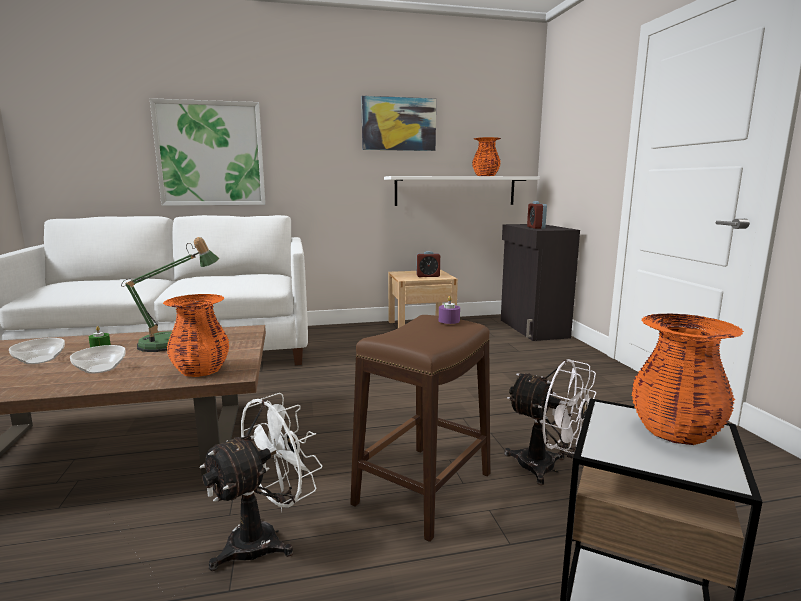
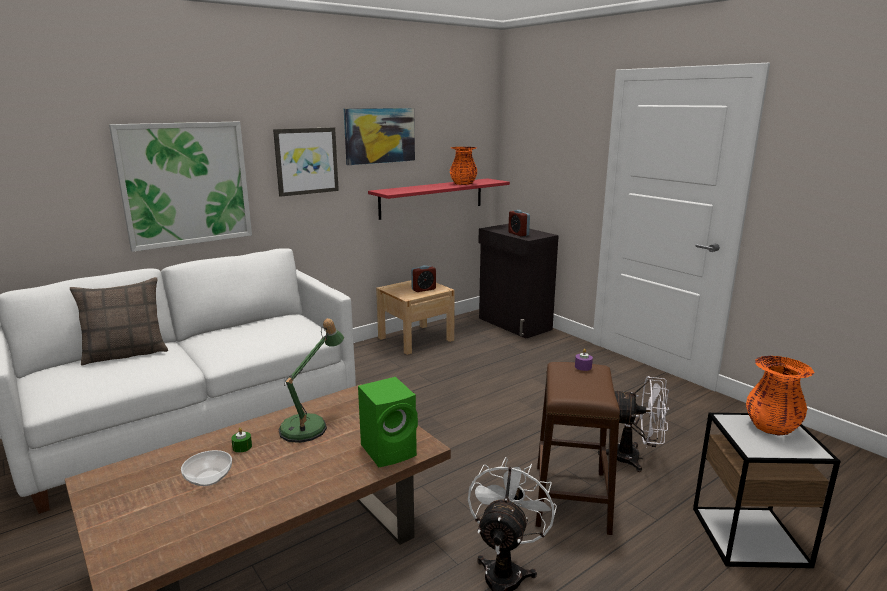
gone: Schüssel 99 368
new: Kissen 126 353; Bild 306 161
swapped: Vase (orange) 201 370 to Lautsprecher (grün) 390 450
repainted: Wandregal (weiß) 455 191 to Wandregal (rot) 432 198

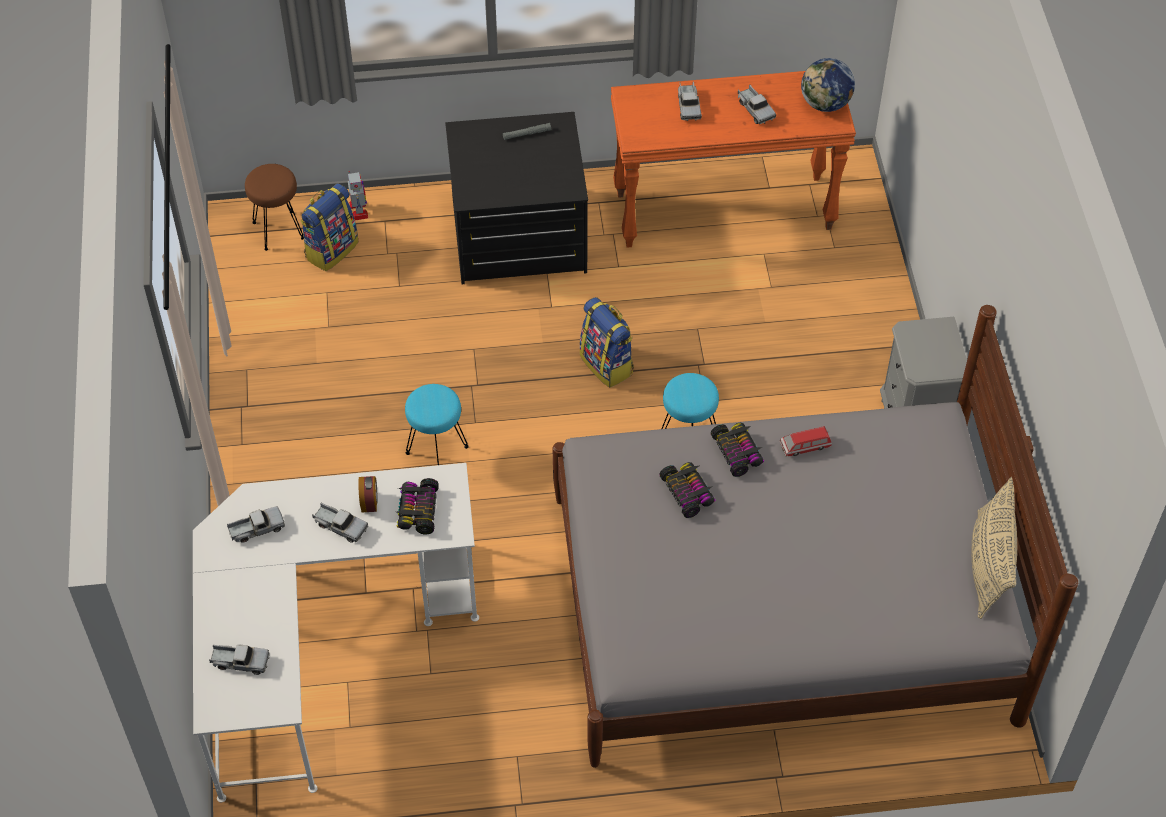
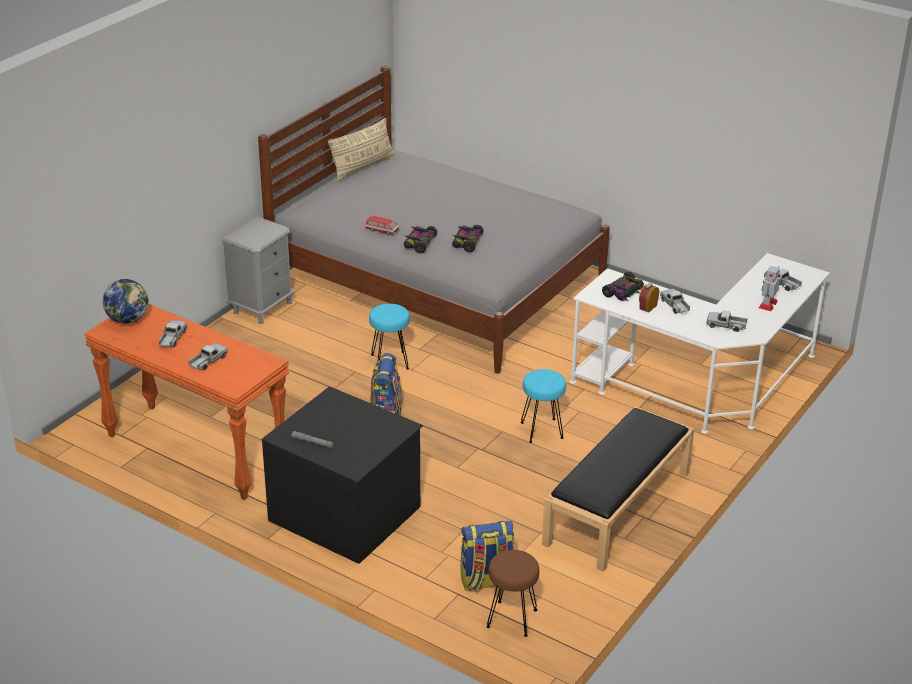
new: Bank (schwarz) 617 508
shifted: Spielzeugroboter 359 210 to 768 304

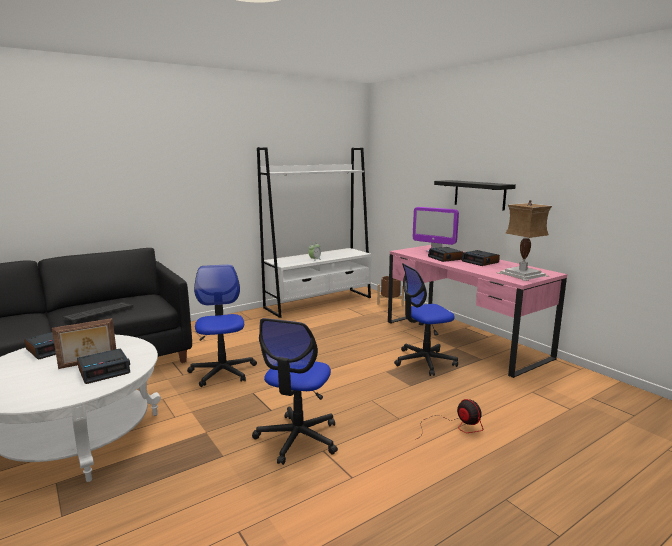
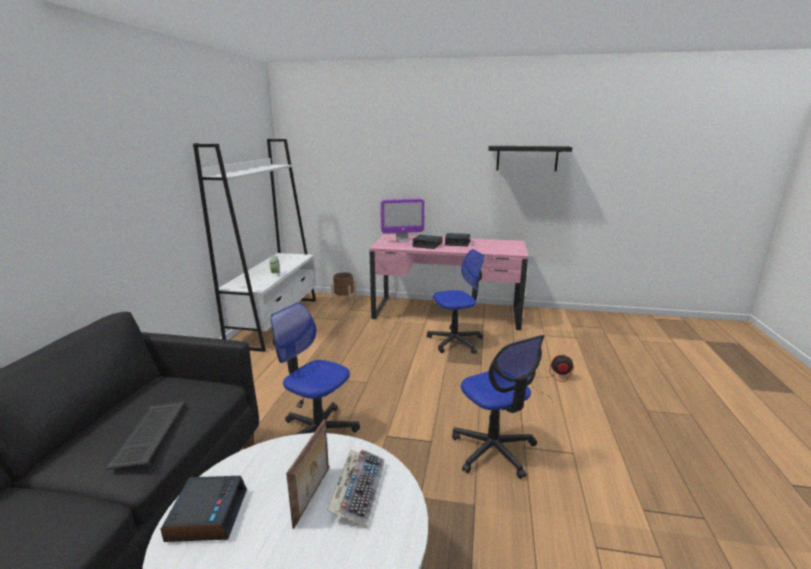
gone: Tischlampe 522 274
shifted: Wandregal (schwarz) 479 194 to 527 158
swapped: Wecker 104 371 to Tastatur 358 490
rotated: Bürostuhl 424 361 = 455 341 135 degrees counterclockwise

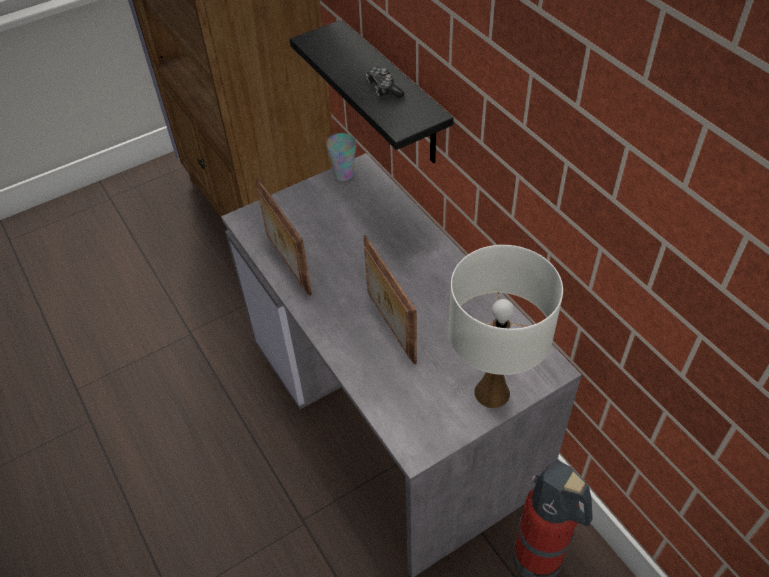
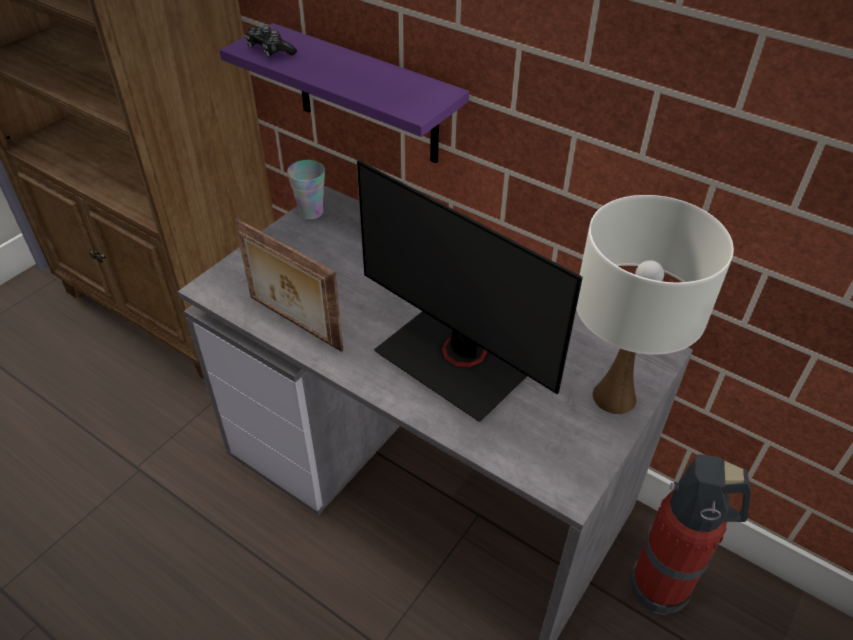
shifted: Gamepad 384 89 to 270 51
swapped: Bilderrahmen 389 327 to Monitor 457 359
repainted: Wandregal (schwarz) 394 95 to Wandregal (lila) 366 96

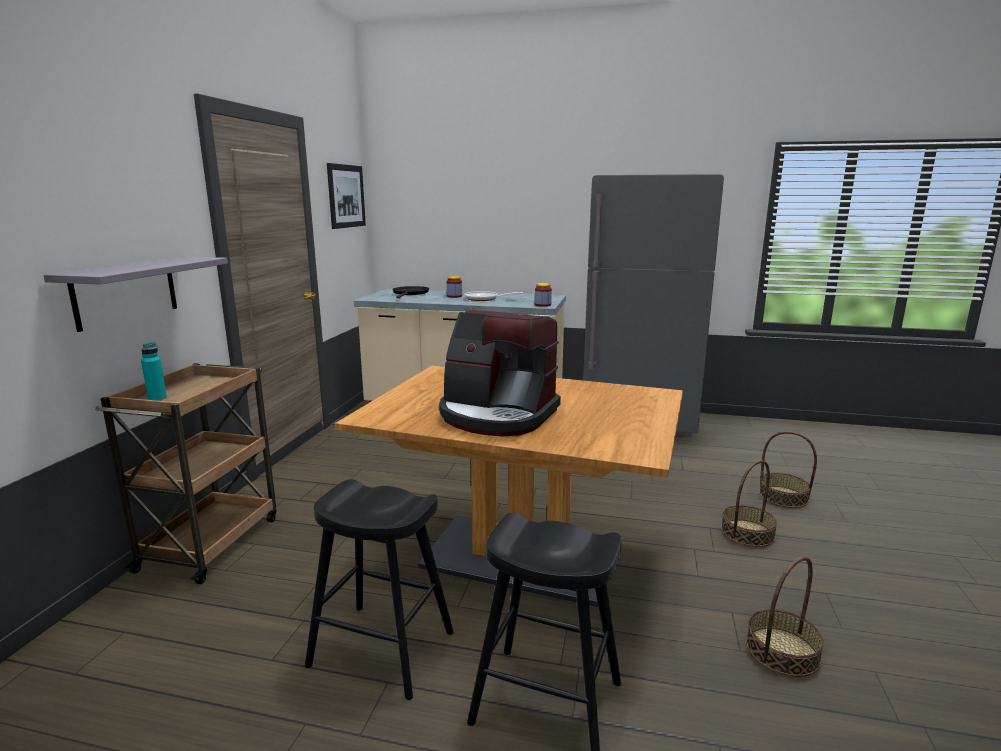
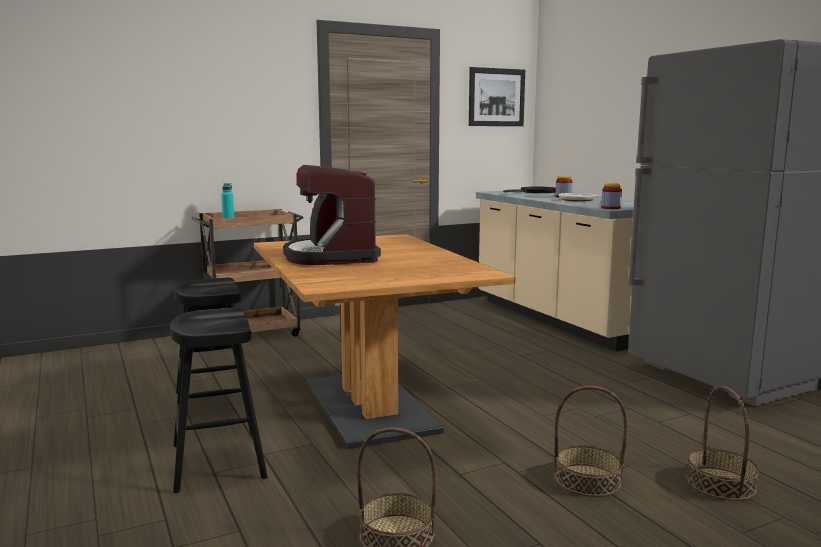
gone: Wandregal (grau) 126 292

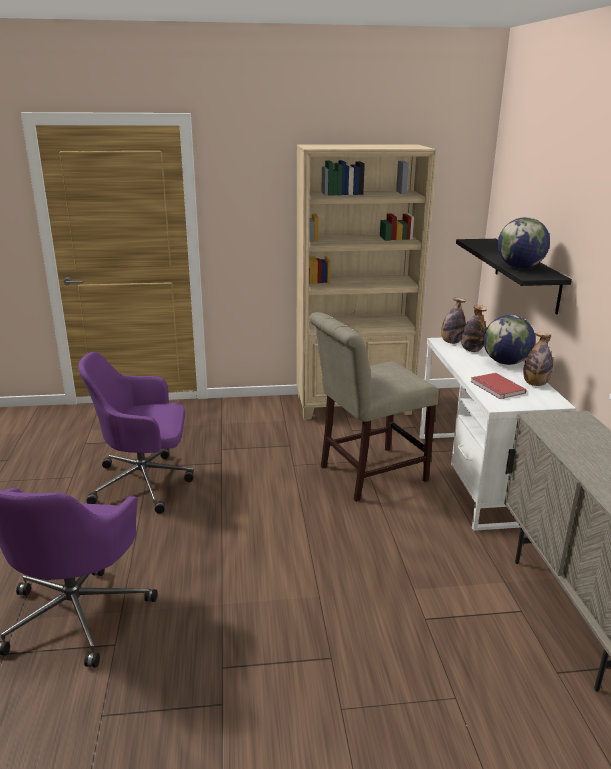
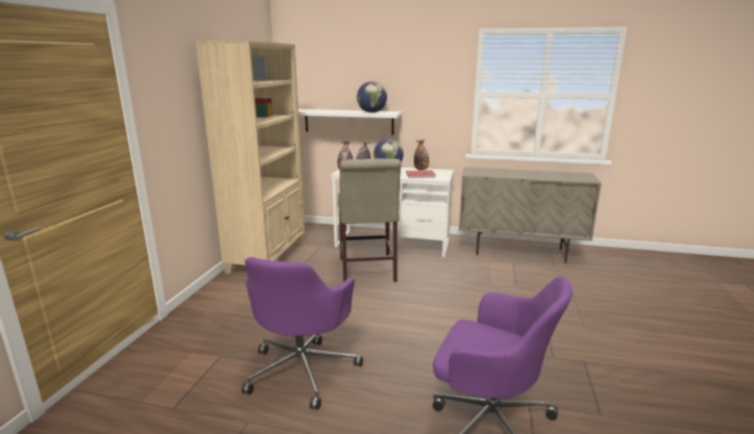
repainted: Wandregal (schwarz) 526 274 to Wandregal (weiß) 348 121

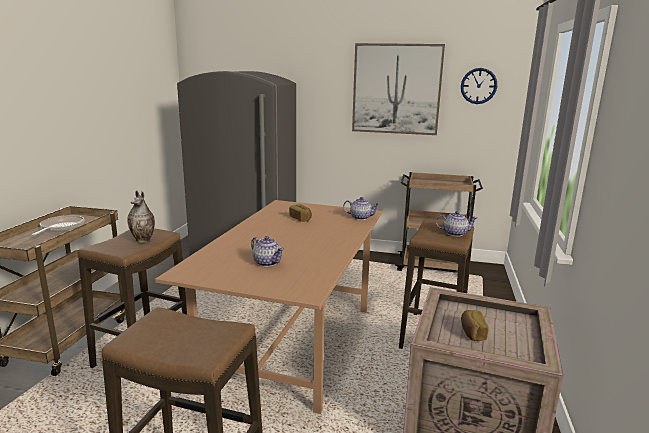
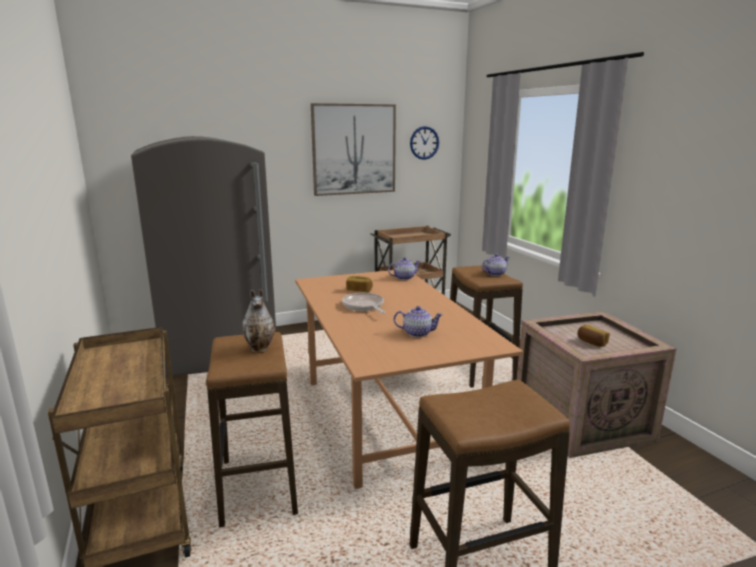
shifted: Pfanne 61 228 to 364 306

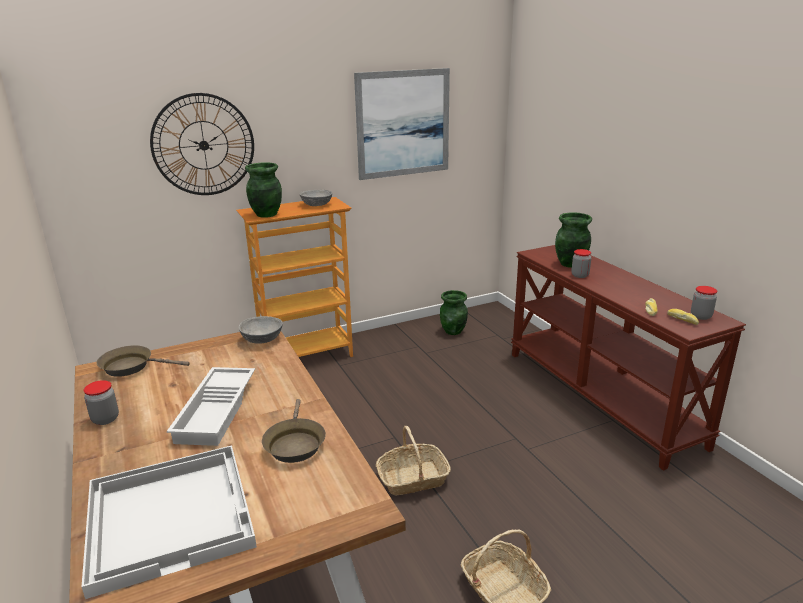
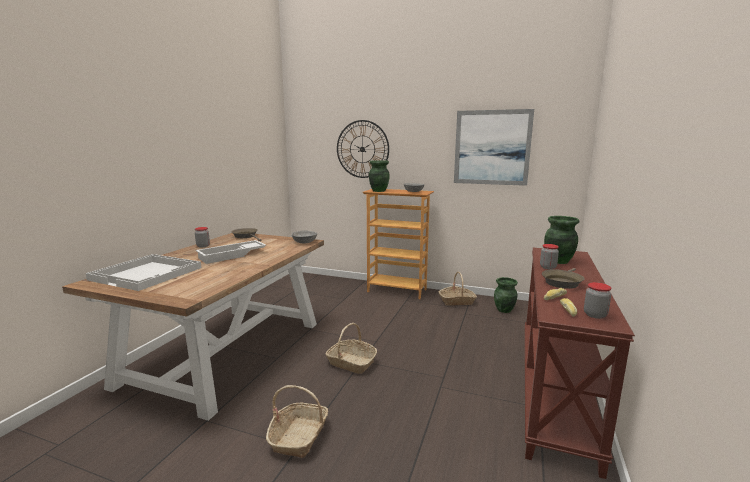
new: Korb 457 301
shifted: Pfanne (braun) 294 443 to 562 282

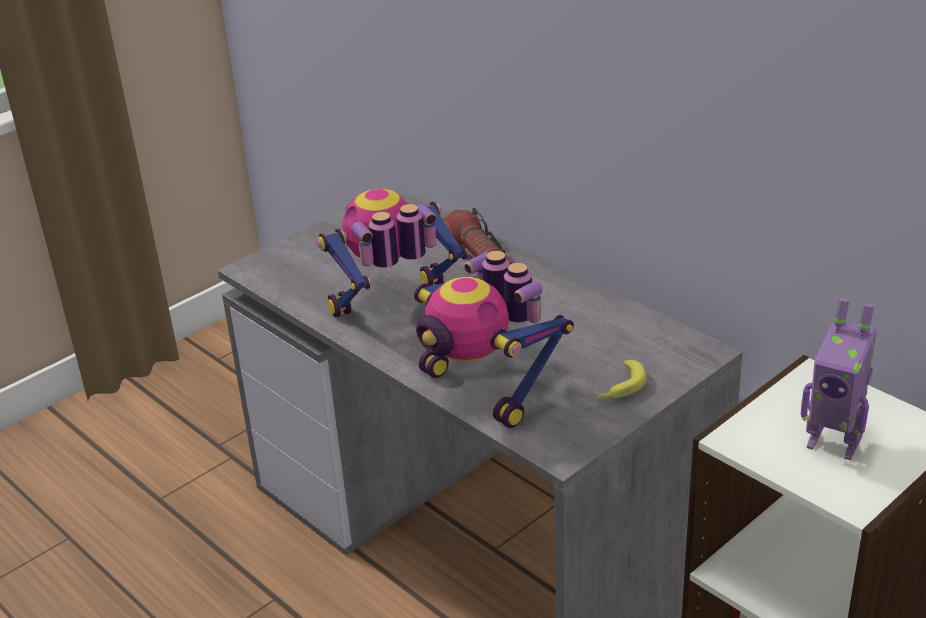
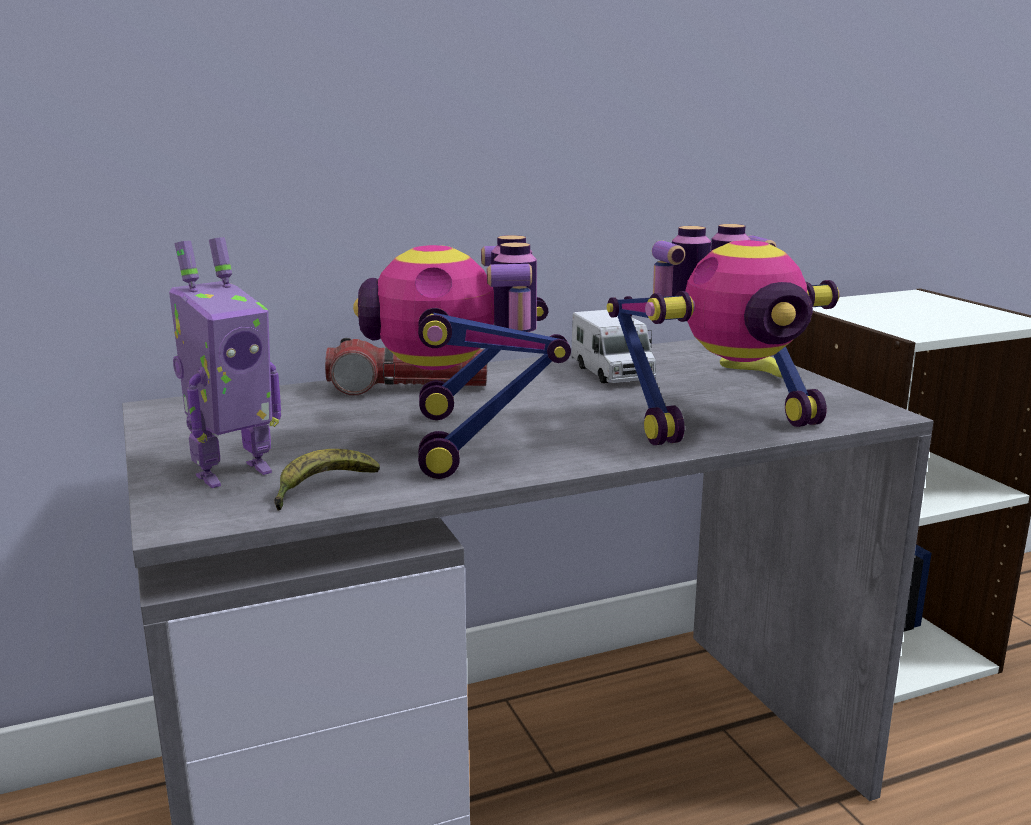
new: Banane 322 490; Spielzeuglaster 612 373
shifted: Spielzeugroboter 833 443 to 231 473

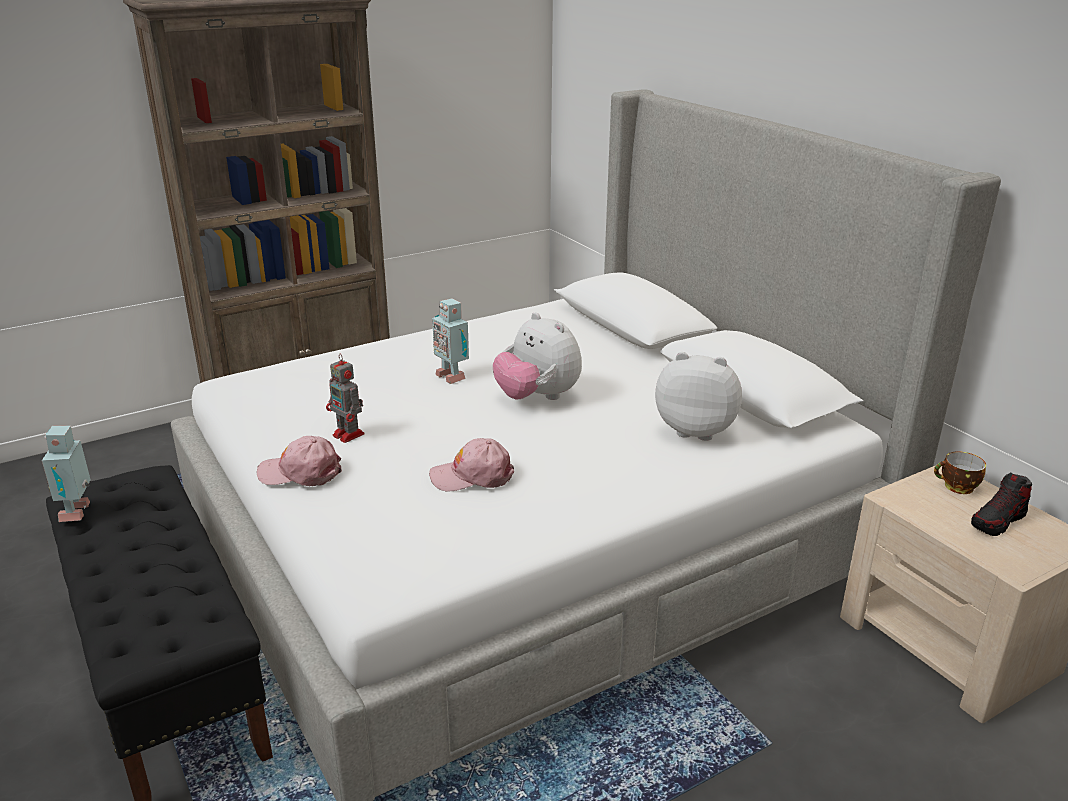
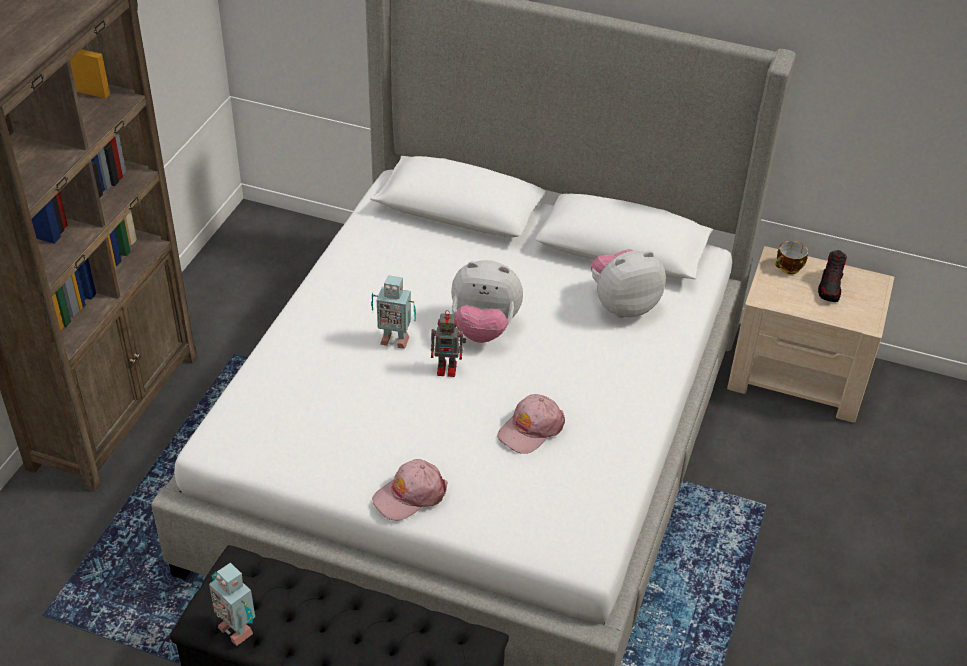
shifted: Spielzeugroboter 349 435 to 448 368

